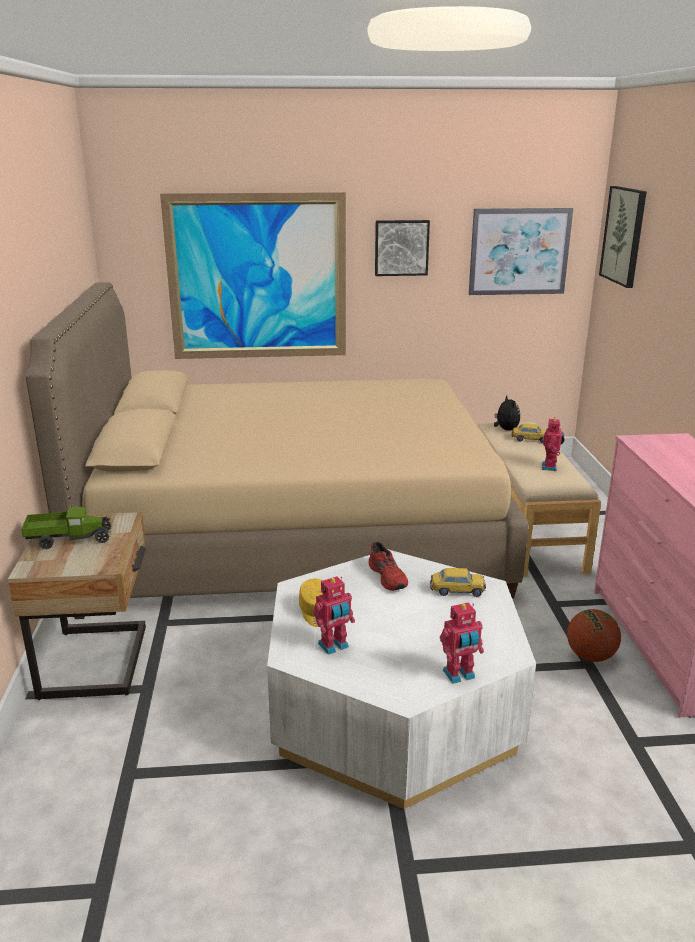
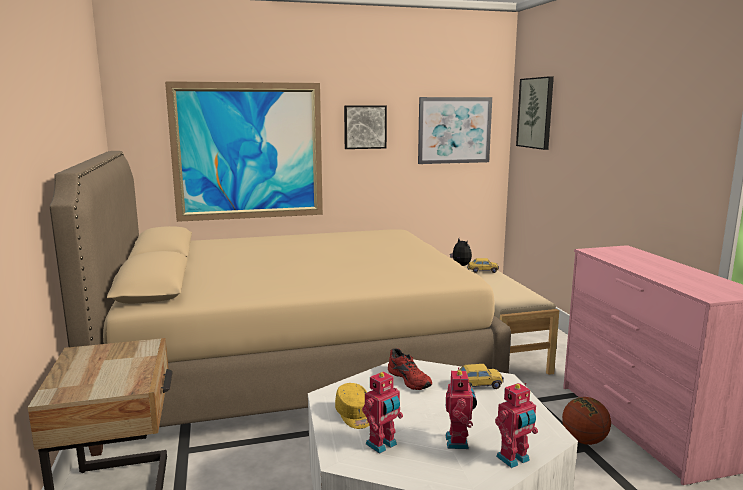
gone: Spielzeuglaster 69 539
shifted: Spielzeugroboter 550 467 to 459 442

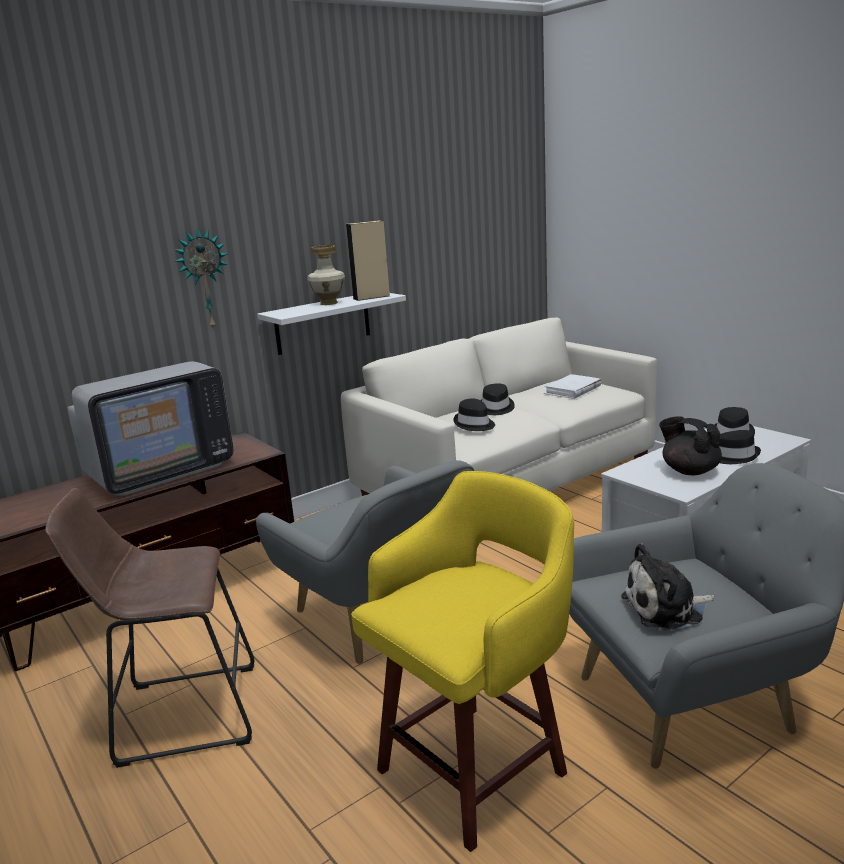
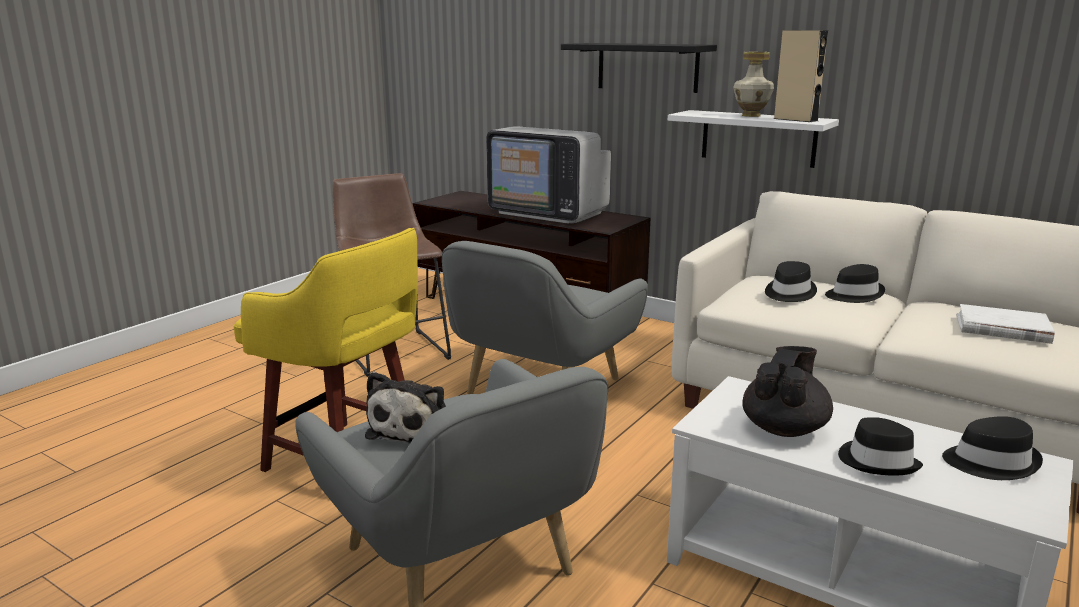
swapped: Wanduhr 203 280 to Wandregal (schwarz) 647 67
rotated: Plüschtier 666 609 = 413 428 135 degrees counterclockwise

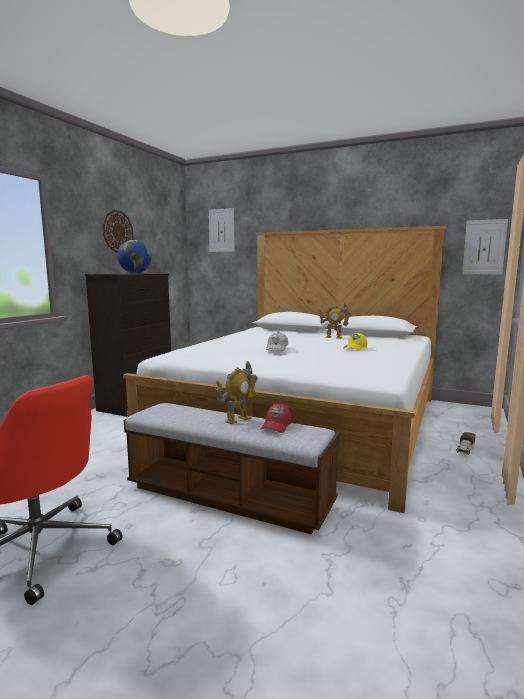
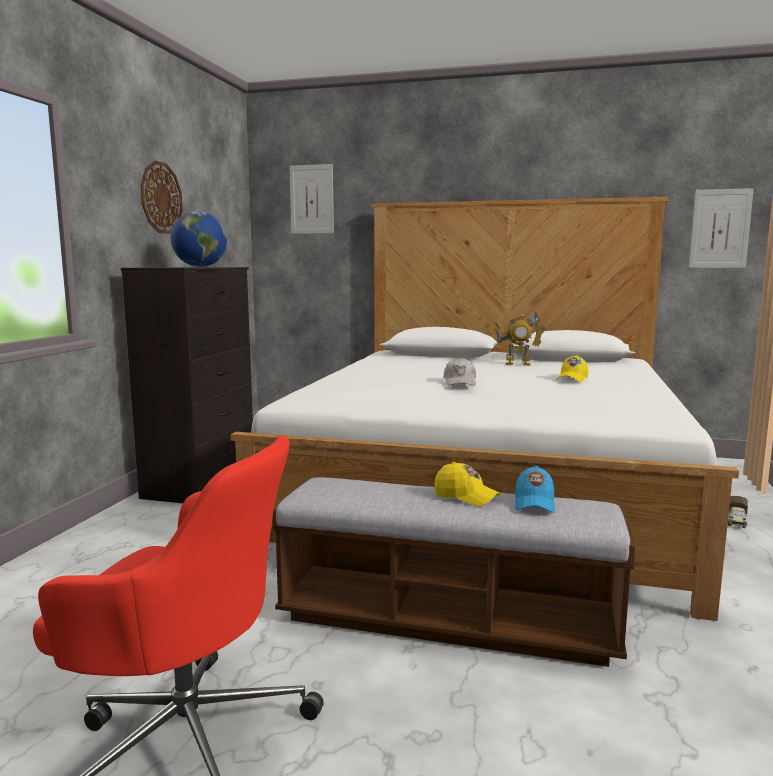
swapped: Spielzeugroboter 237 419 to Kappe (gelb) 466 497
repainted: Kappe (rot) 276 426 to Kappe (blau) 534 503

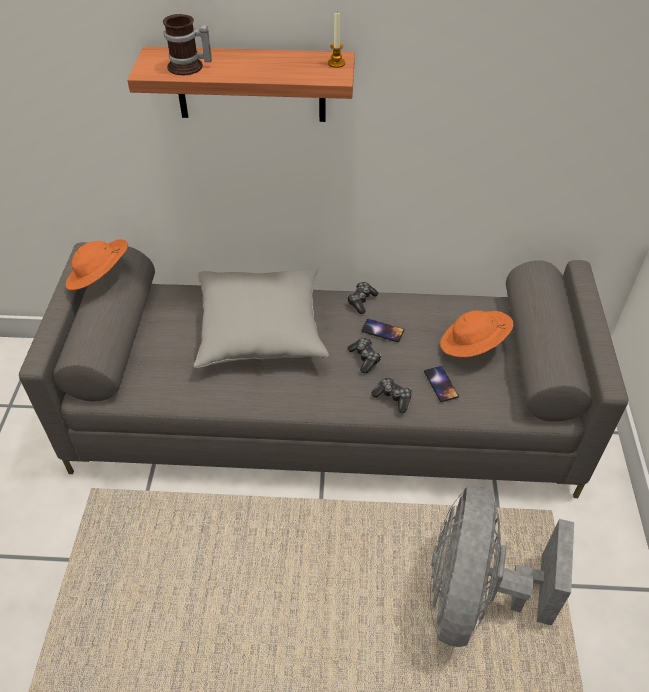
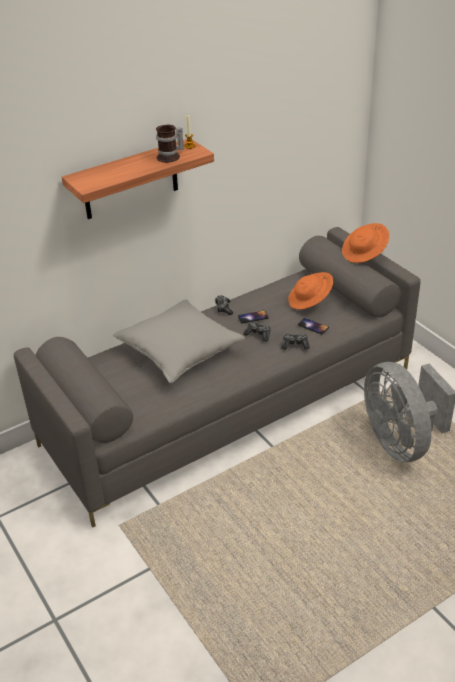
shifted: Hut (orange) 100 278 to 364 254; Henkelbecher 188 67 to 171 157

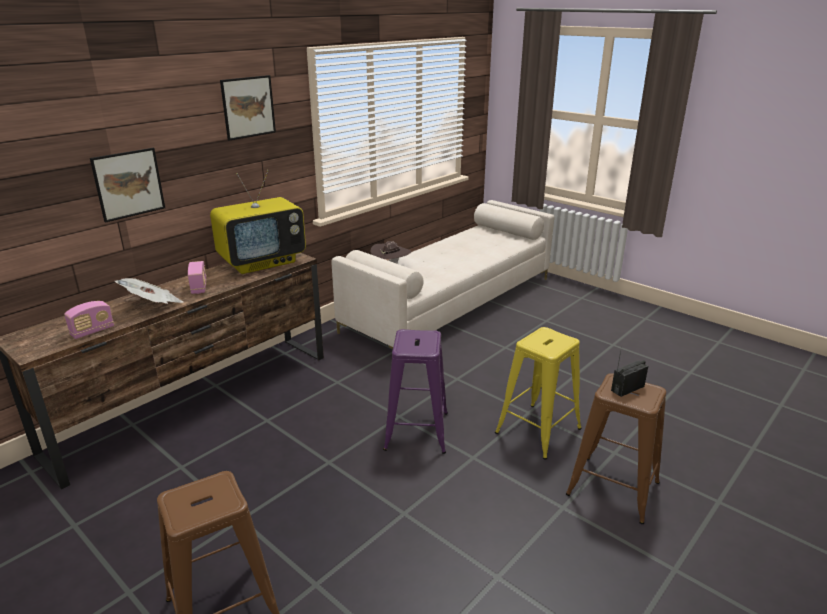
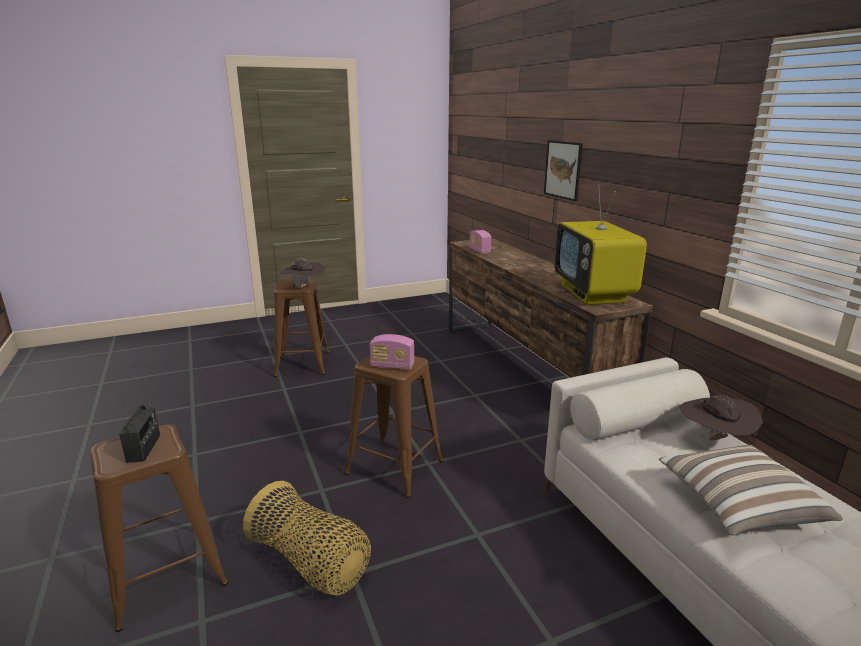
gone: Zeitung 153 305; Bild 248 107
new: Hut (braun) 303 287; Kissen 737 506
shifted: Radio 199 287 to 392 366
swapped: Hocker (gelb) 538 430 to Korb 311 563
repainted: Hocker (lila) 417 430 to Hocker (braun) 394 467

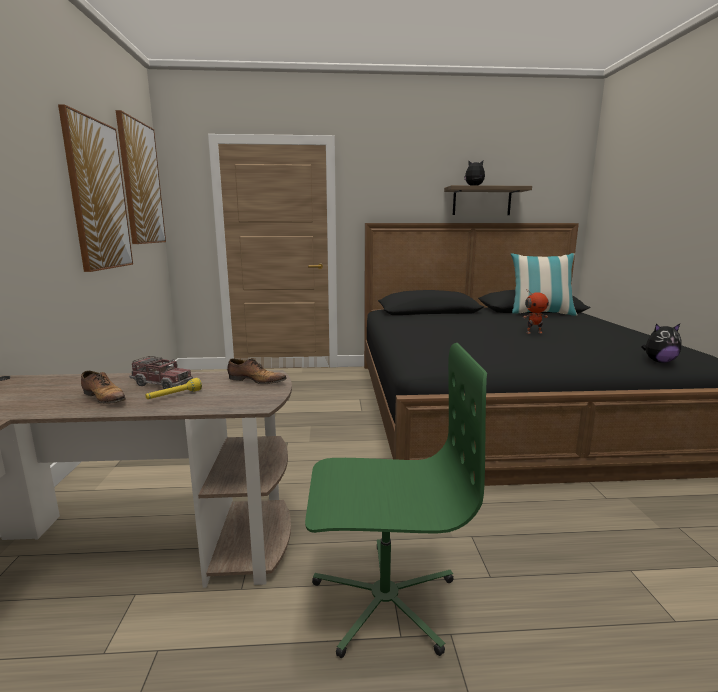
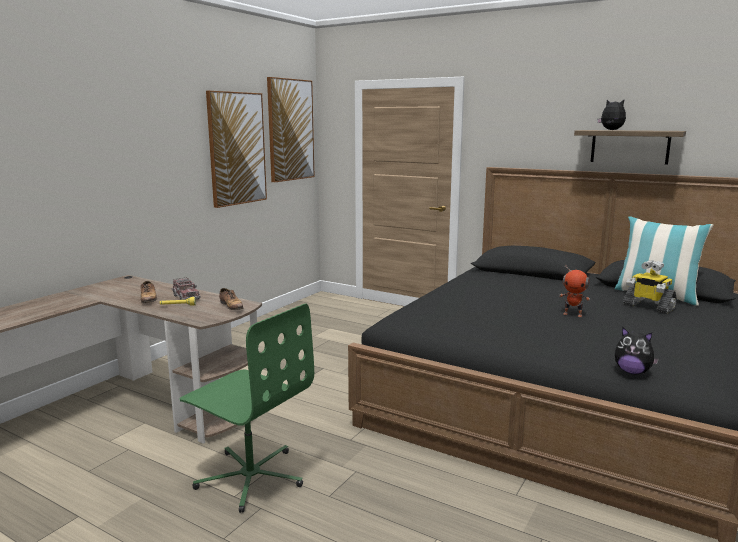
new: Spielzeugroboter 648 307

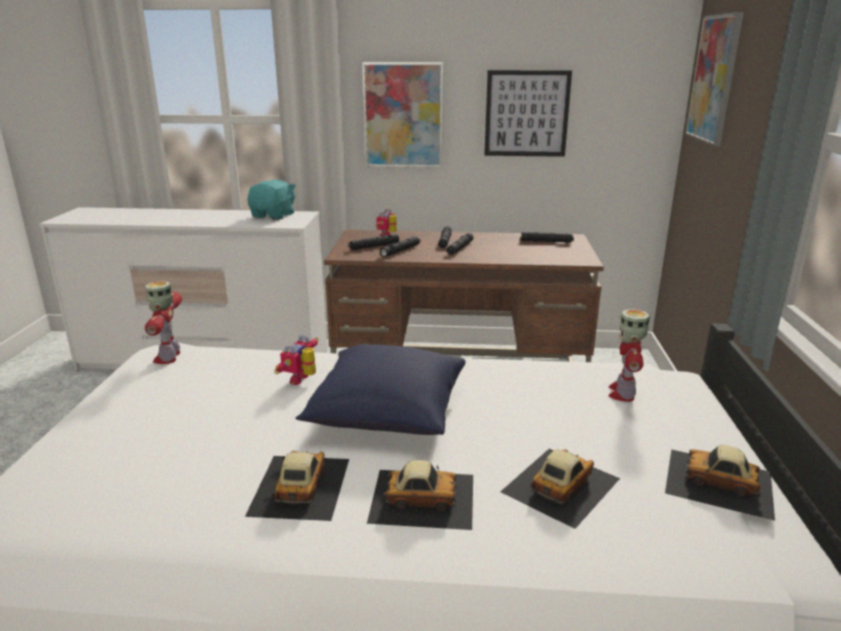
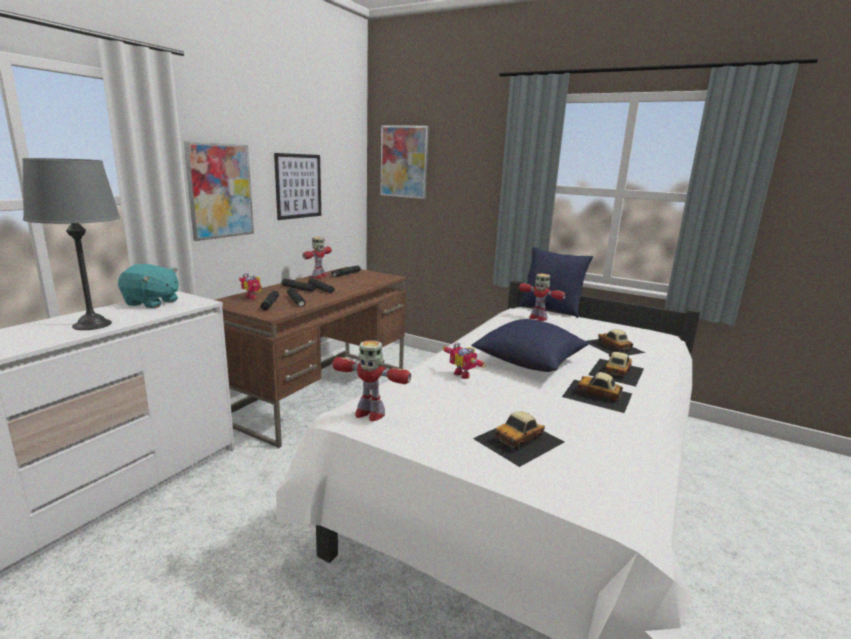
new: Tischlampe (grau) 92 324; Spielzeugroboter 319 276; Kissen (blau) 550 310
shifted: Spielzeugauto 719 482 to 519 440
rotated: Plüschtier (türkis) 274 215 = 152 303 150 degrees clockwise

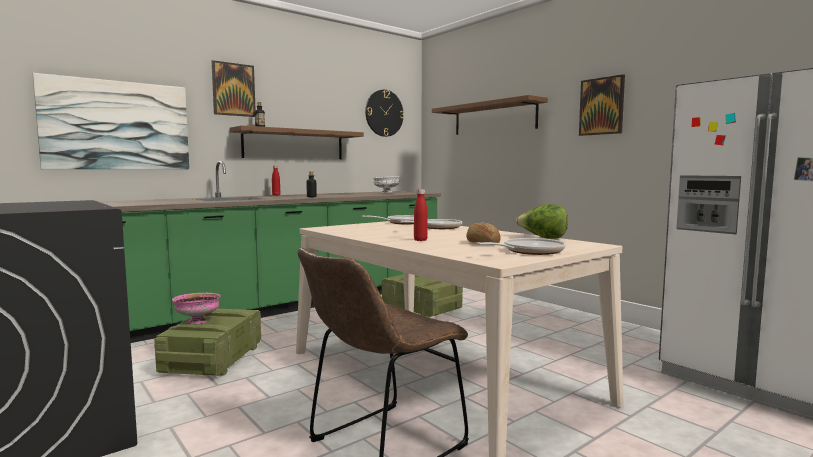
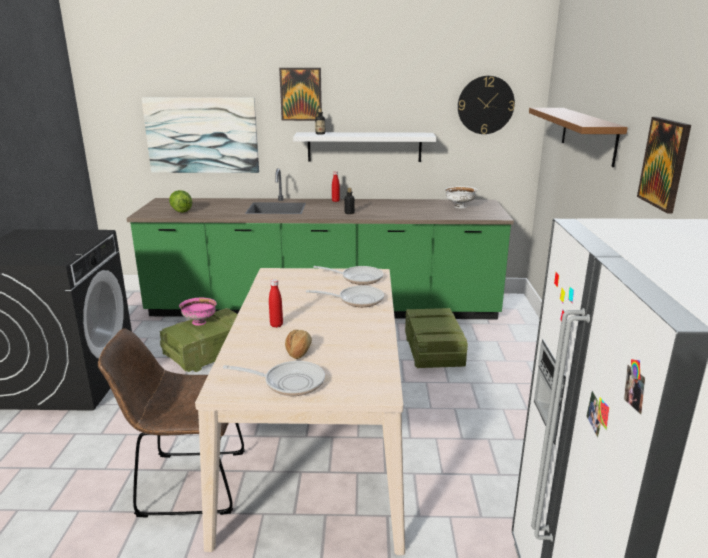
shifted: Salatkopf 543 238 to 181 211
repainted: Wandregal (braun) 294 144 to Wandregal (weiß) 364 147

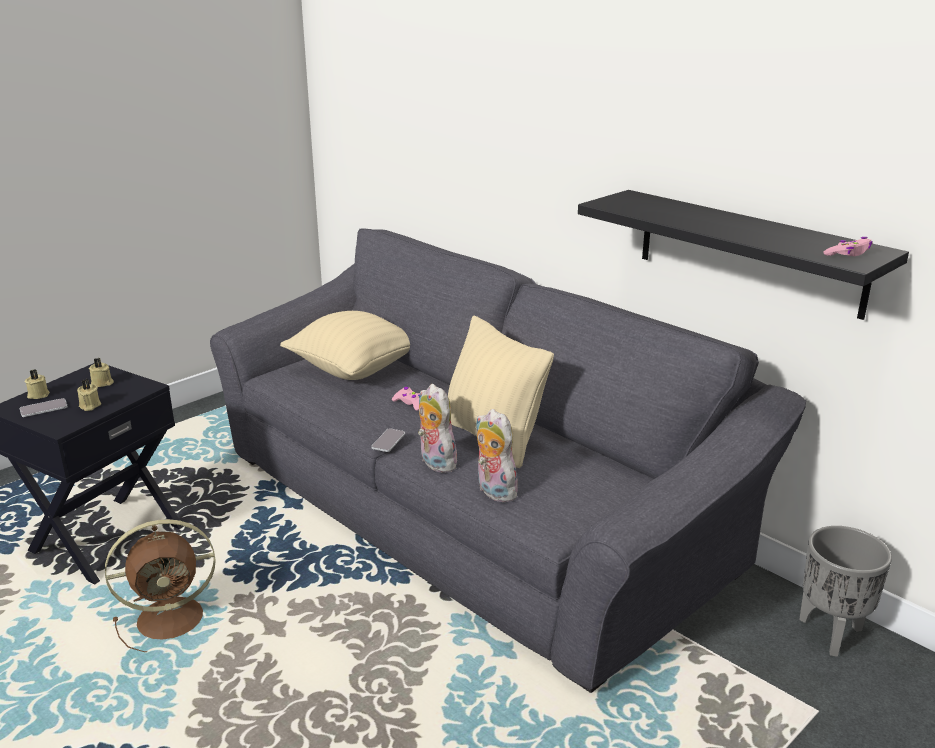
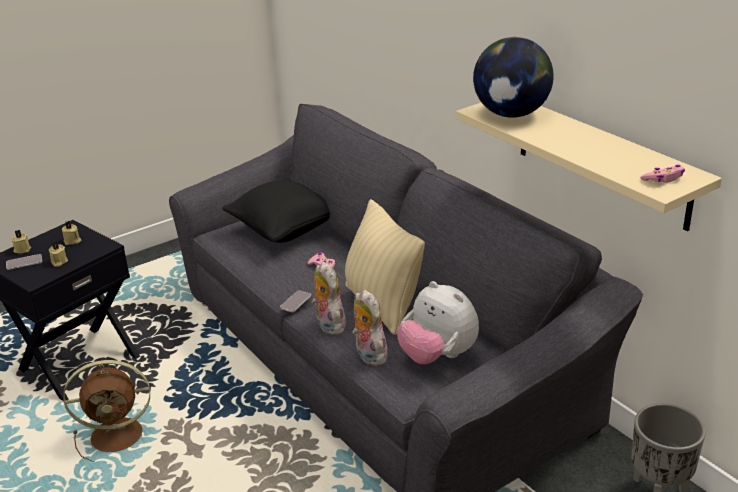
new: Plüschtier 437 356; Globus 511 114
repainted: Kissen (beige) 354 369 to Kissen (schwarz) 284 231; Wandregal (schwarz) 749 252 to Wandregal (beige) 601 160

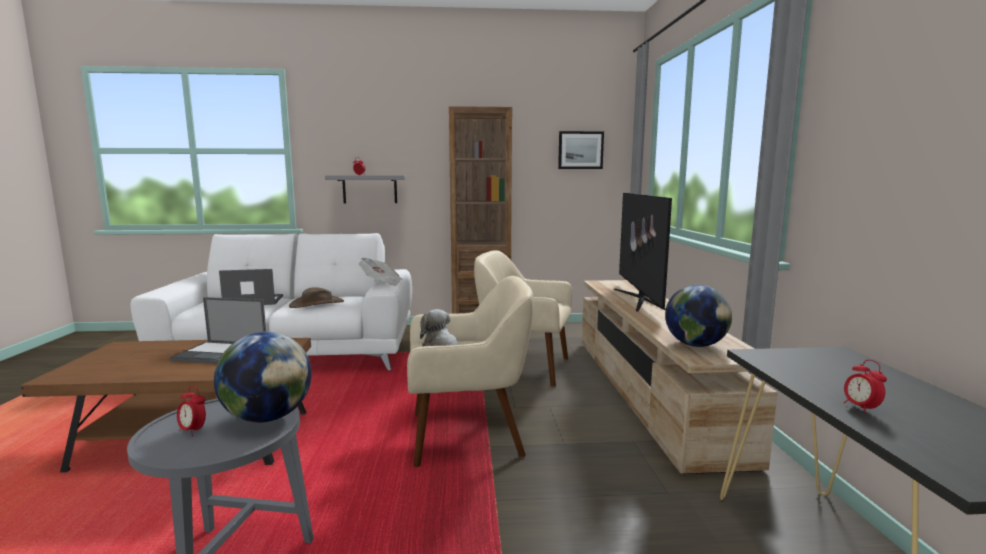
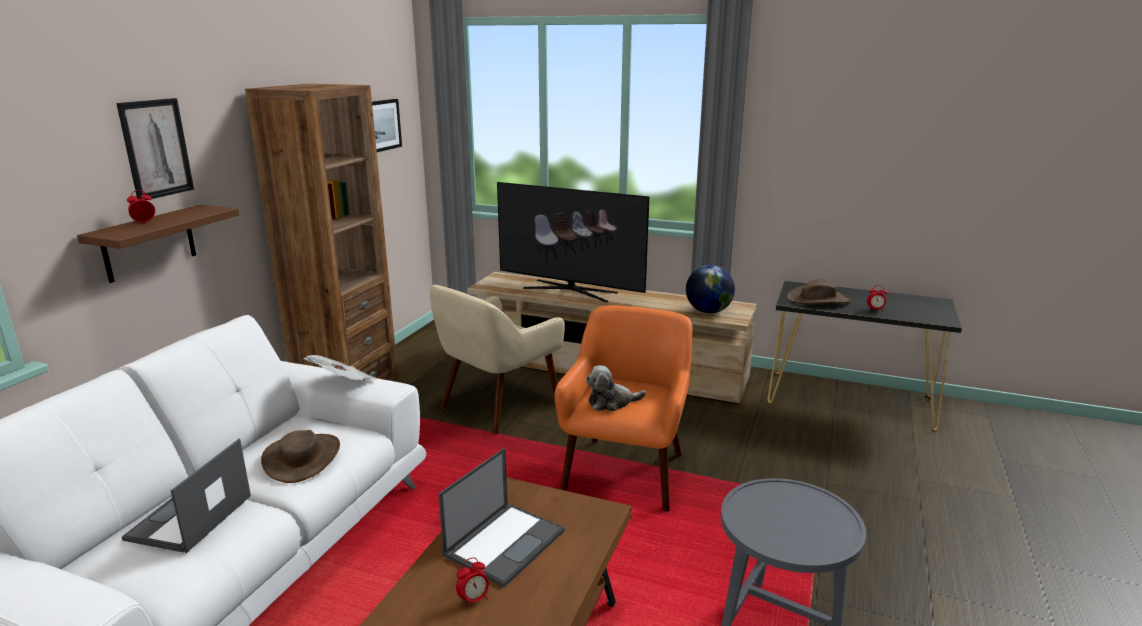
gone: Globus 268 417
new: Bild 156 148; Hut (braun) 818 299
shifted: Wecker 193 431 to 474 599
repainted: Wandregal (grau) 370 189 to Wandregal (braun) 149 243; Sessel (beige) 468 435 to Sessel (orange) 626 472

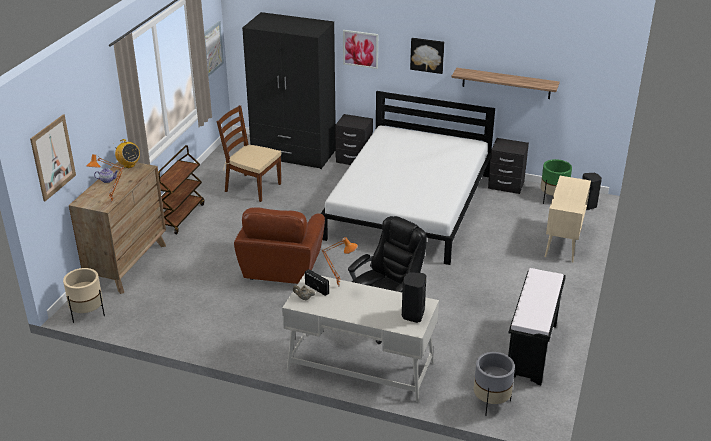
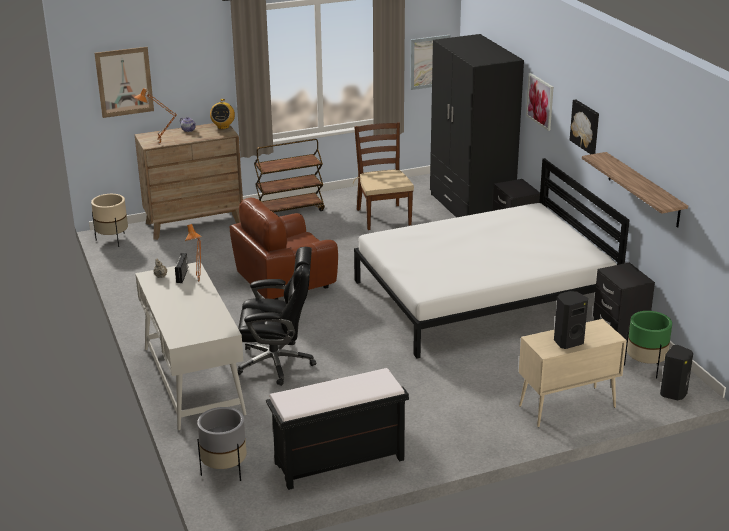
shifted: Lautsprecher (schwarz) 412 315 to 567 342

